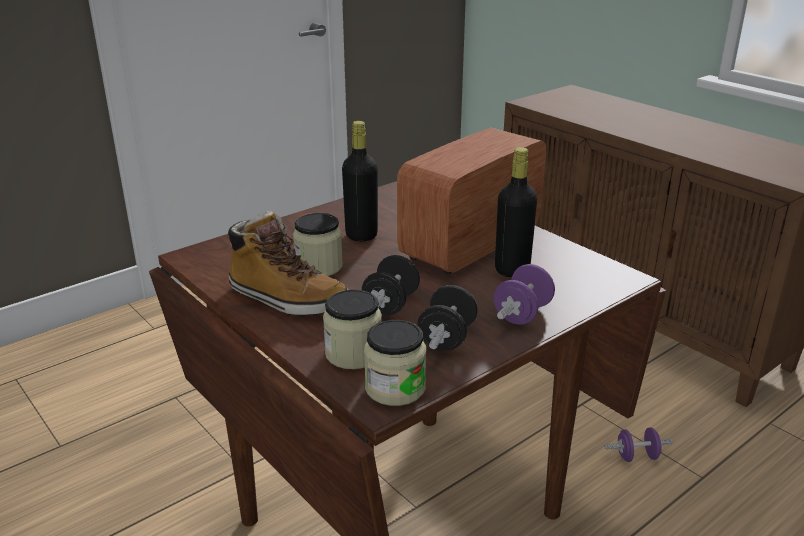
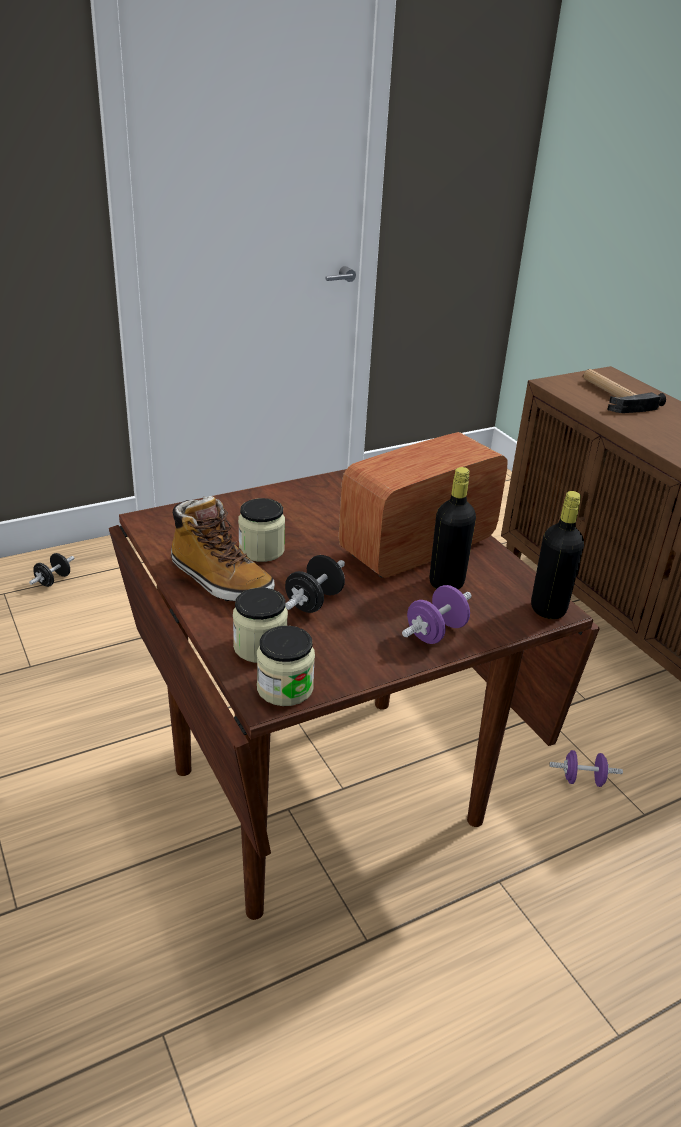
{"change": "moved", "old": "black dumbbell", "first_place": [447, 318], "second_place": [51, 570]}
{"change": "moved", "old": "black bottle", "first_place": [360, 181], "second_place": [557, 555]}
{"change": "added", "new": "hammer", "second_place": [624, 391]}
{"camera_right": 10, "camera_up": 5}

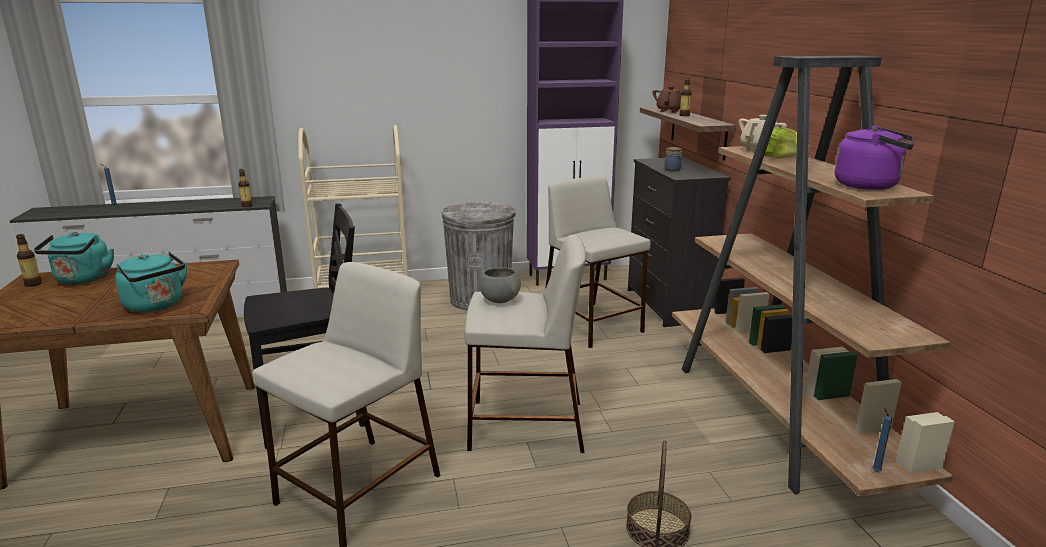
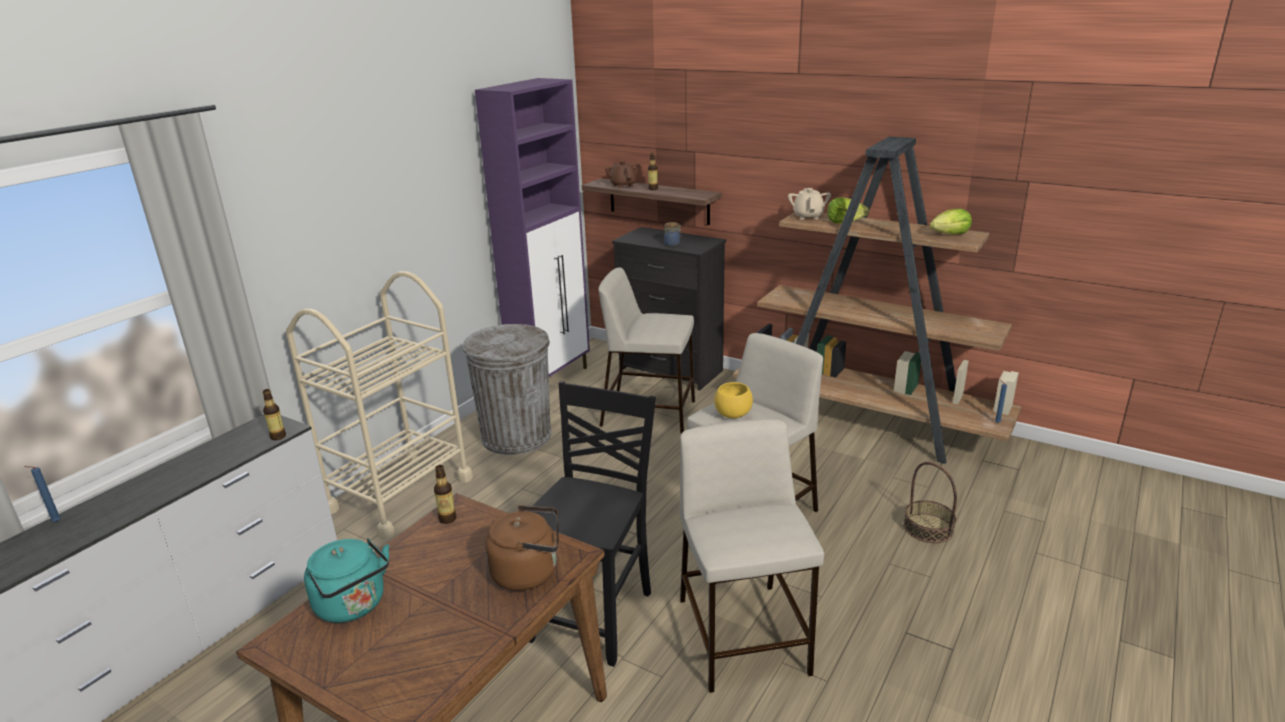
{"change": "moved", "old": "bottle", "first_place": [29, 260], "second_place": [445, 494]}
{"change": "recoloured", "old": "turquoise kettle", "new": "brown kettle", "first_place": [151, 281], "second_place": [522, 548]}
{"change": "recoloured", "old": "grey bowl", "new": "yellow bowl", "first_place": [500, 285], "second_place": [733, 400]}
{"change": "replaced", "old": "purple kettle", "new": "lettuce", "first_place": [874, 158], "second_place": [951, 221]}
{"camera_right": -45, "camera_up": 5}

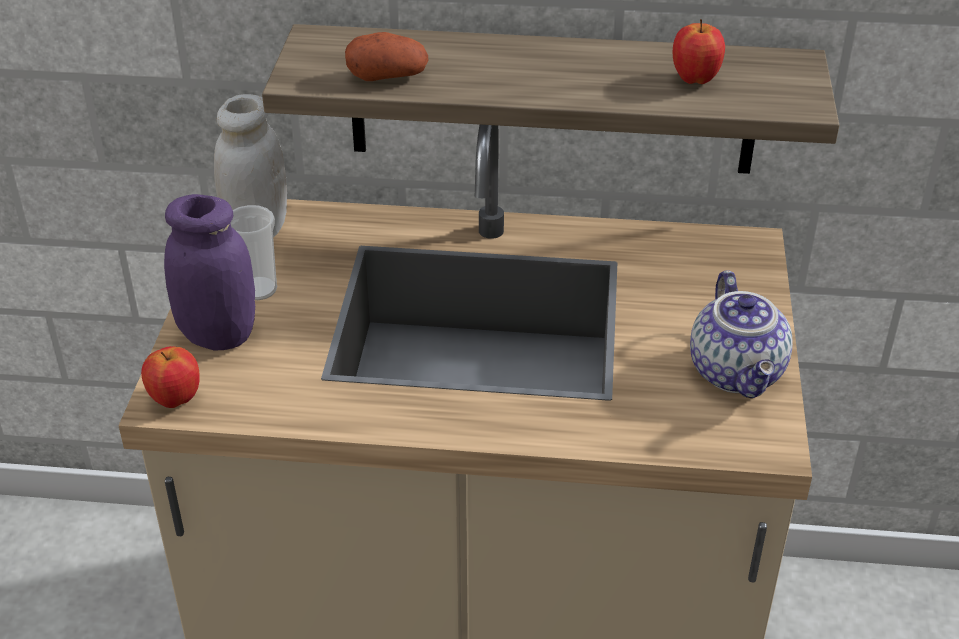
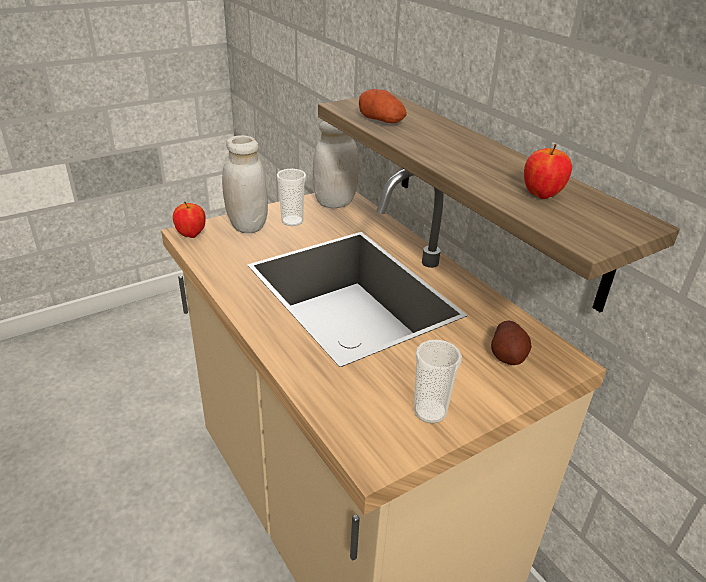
{"change": "recoloured", "old": "purple jar", "new": "white jar", "first_place": [209, 272], "second_place": [245, 184]}
{"change": "replaced", "old": "teapot", "new": "cup", "first_place": [741, 334], "second_place": [438, 381]}
{"change": "added", "new": "potato", "second_place": [511, 342]}
{"camera_right": 50, "camera_up": -5}

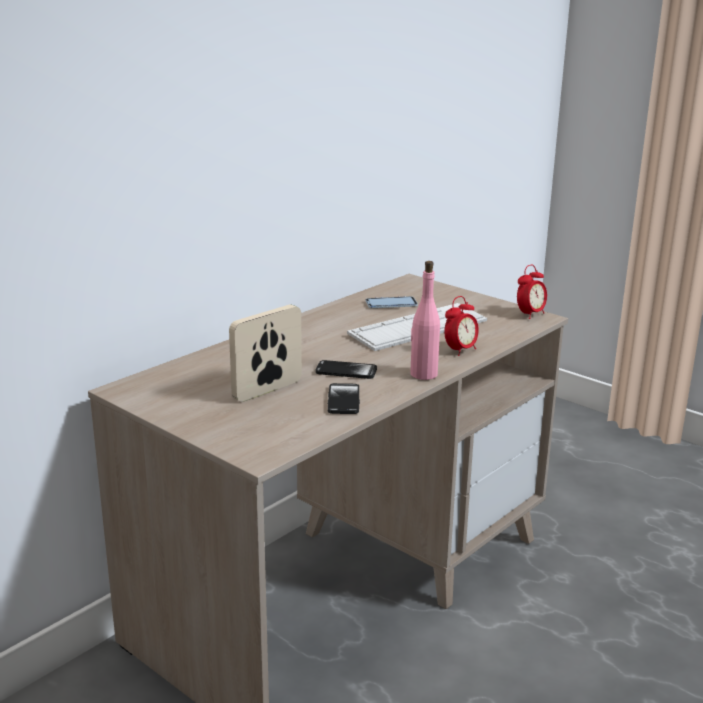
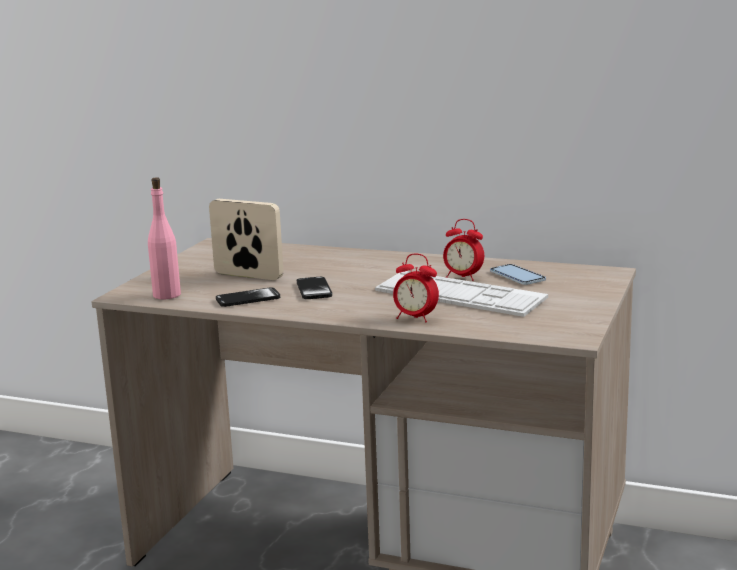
{"change": "moved", "old": "pink bottle", "first_place": [425, 320], "second_place": [164, 238]}
{"change": "moved", "old": "alarm clock", "first_place": [532, 292], "second_place": [463, 250]}
{"camera_right": 70, "camera_up": -5}

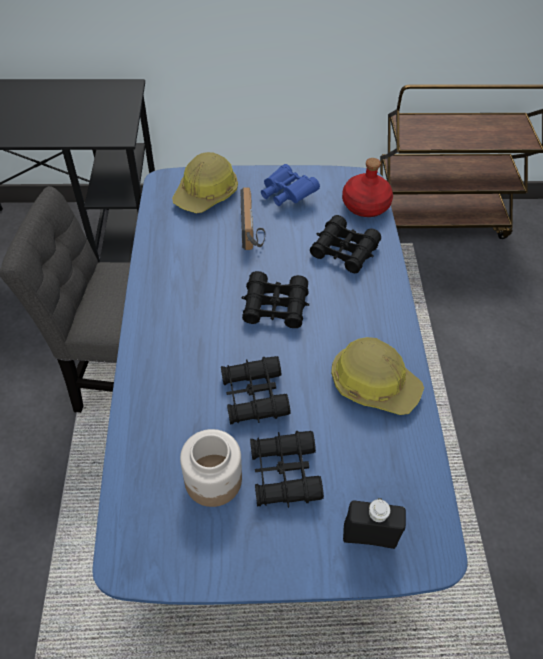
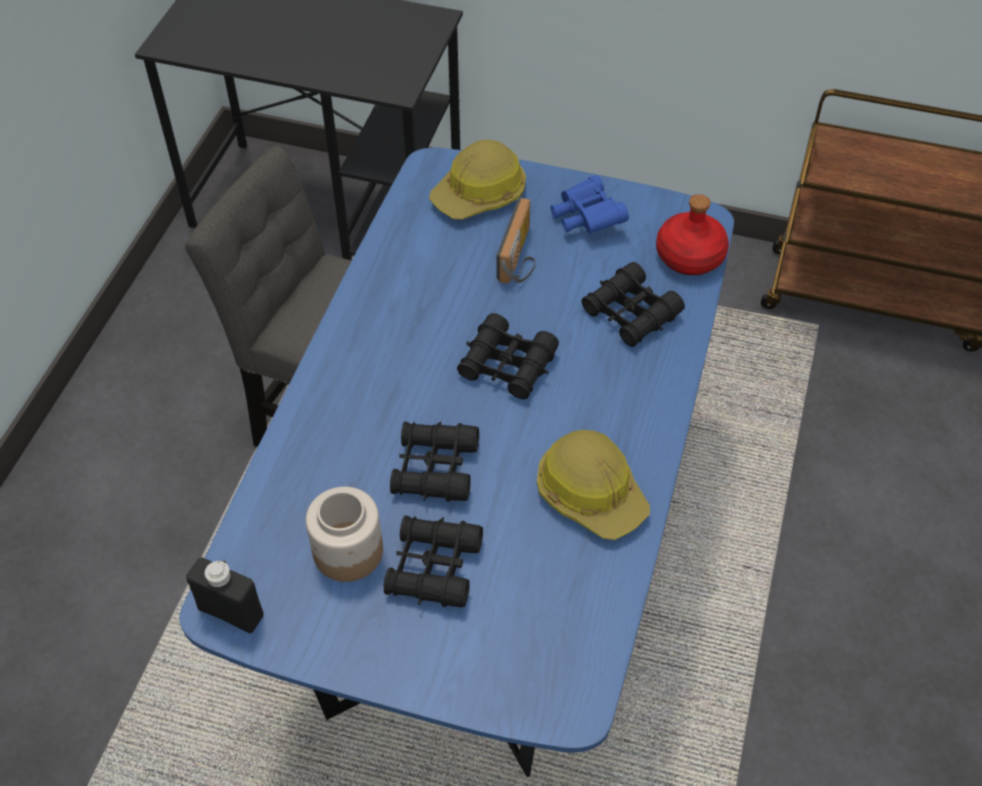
{"change": "moved", "old": "black bottle", "first_place": [374, 523], "second_place": [225, 595]}
{"camera_right": 20, "camera_up": 0}

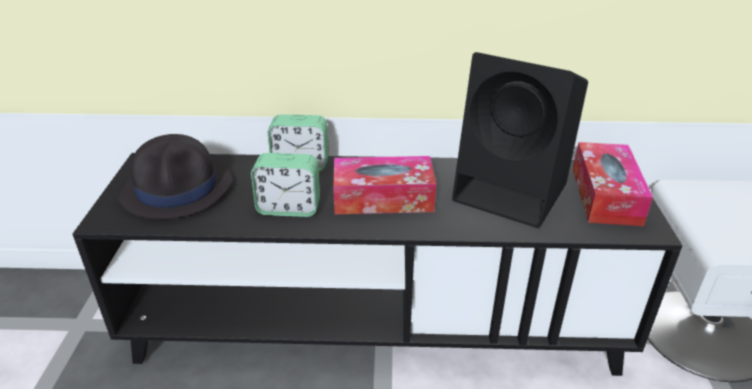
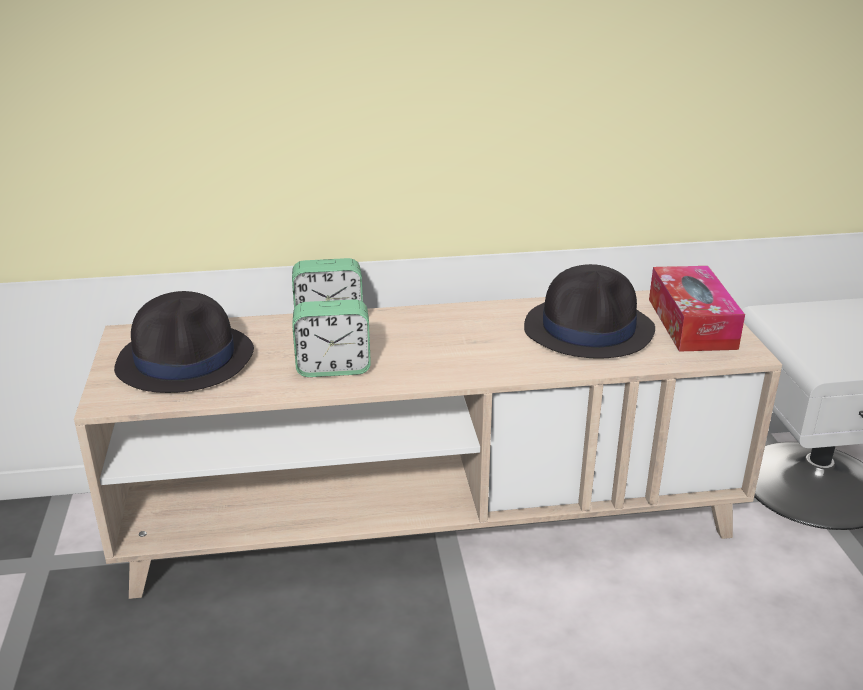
{"change": "recoloured", "old": "black tv stand", "new": "beige tv stand", "first_place": [378, 264], "second_place": [428, 444]}
{"change": "replaced", "old": "black speaker", "new": "black hat", "first_place": [520, 140], "second_place": [589, 311]}
{"change": "removed", "old": "tissue box", "first_place": [384, 185]}
{"camera_right": -10, "camera_up": -5}

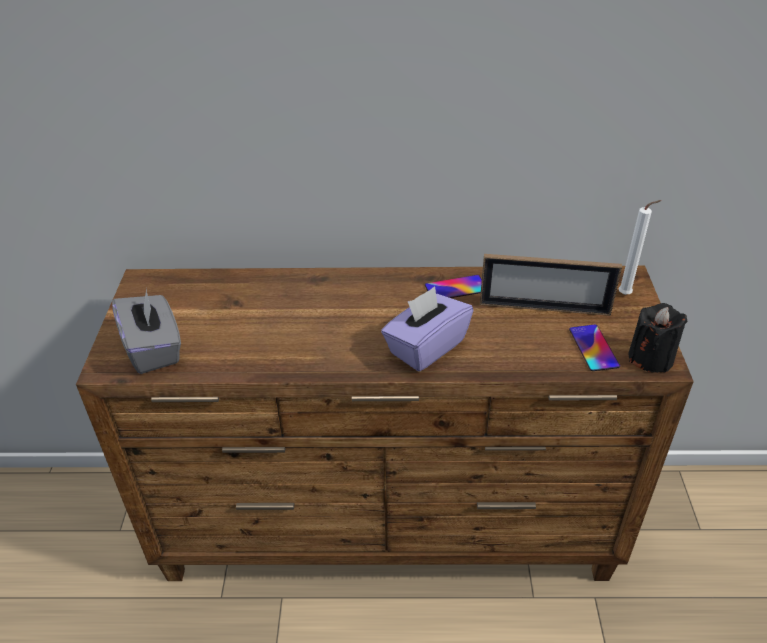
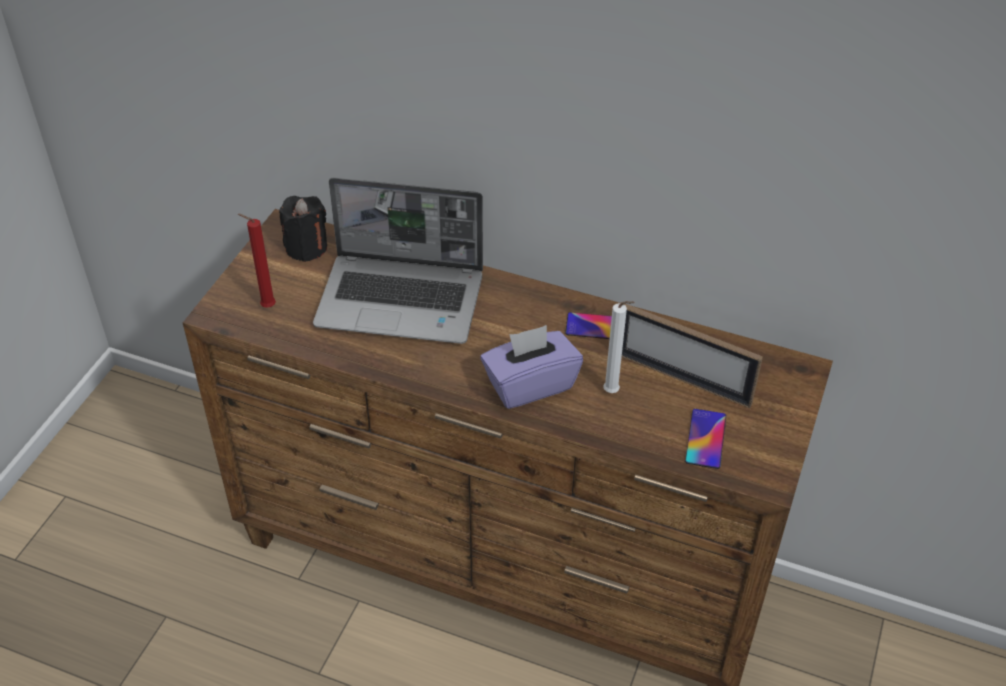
{"change": "replaced", "old": "grey tissue box", "new": "red candle", "first_place": [146, 331], "second_place": [257, 261]}
{"change": "moved", "old": "black candle", "first_place": [658, 338], "second_place": [303, 229]}
{"change": "added", "new": "laptop", "second_place": [398, 261]}
{"change": "moved", "old": "white candle", "first_place": [640, 247], "second_place": [619, 347]}
{"camera_right": 20, "camera_up": 5}

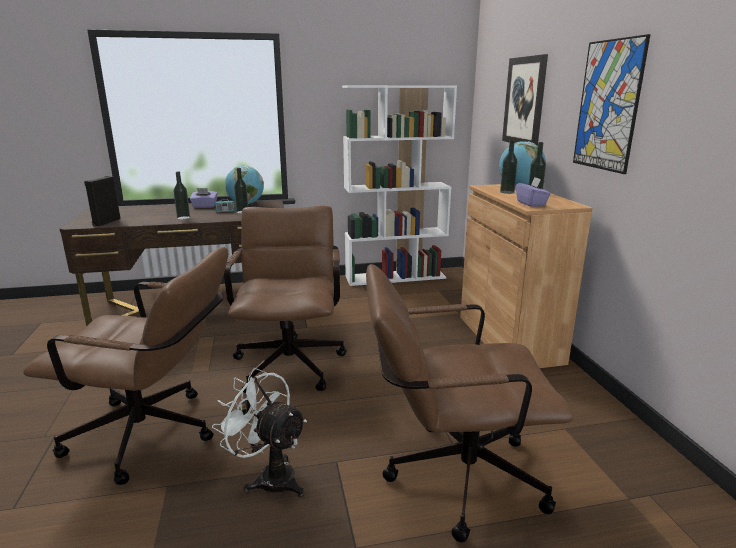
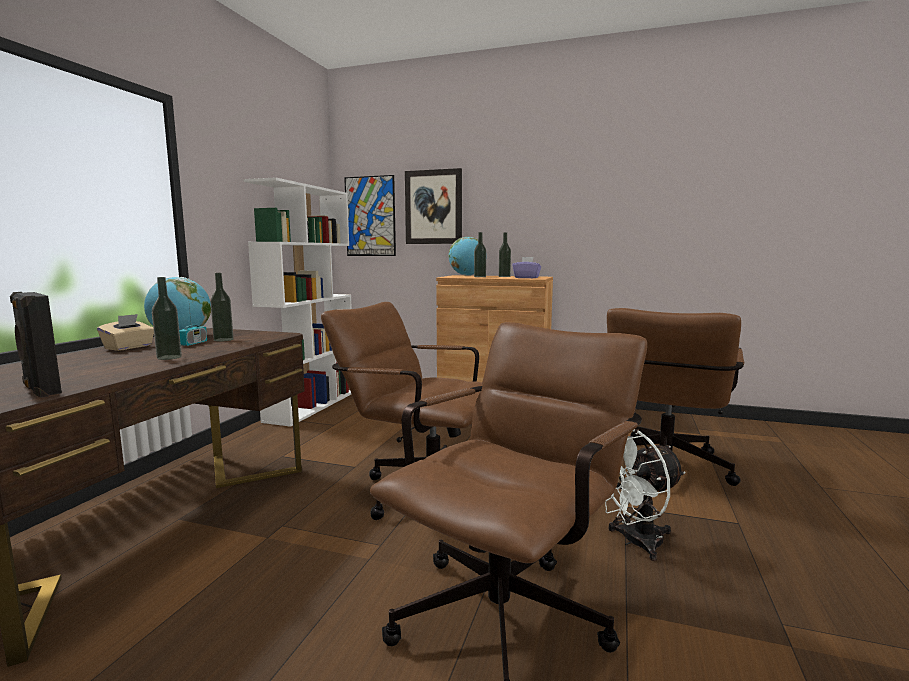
{"change": "recoloured", "old": "purple tissue box", "new": "beige tissue box", "first_place": [204, 198], "second_place": [125, 332]}
{"change": "moved", "old": "picture", "first_place": [612, 104], "second_place": [370, 215]}
{"camera_right": -60, "camera_up": -10}

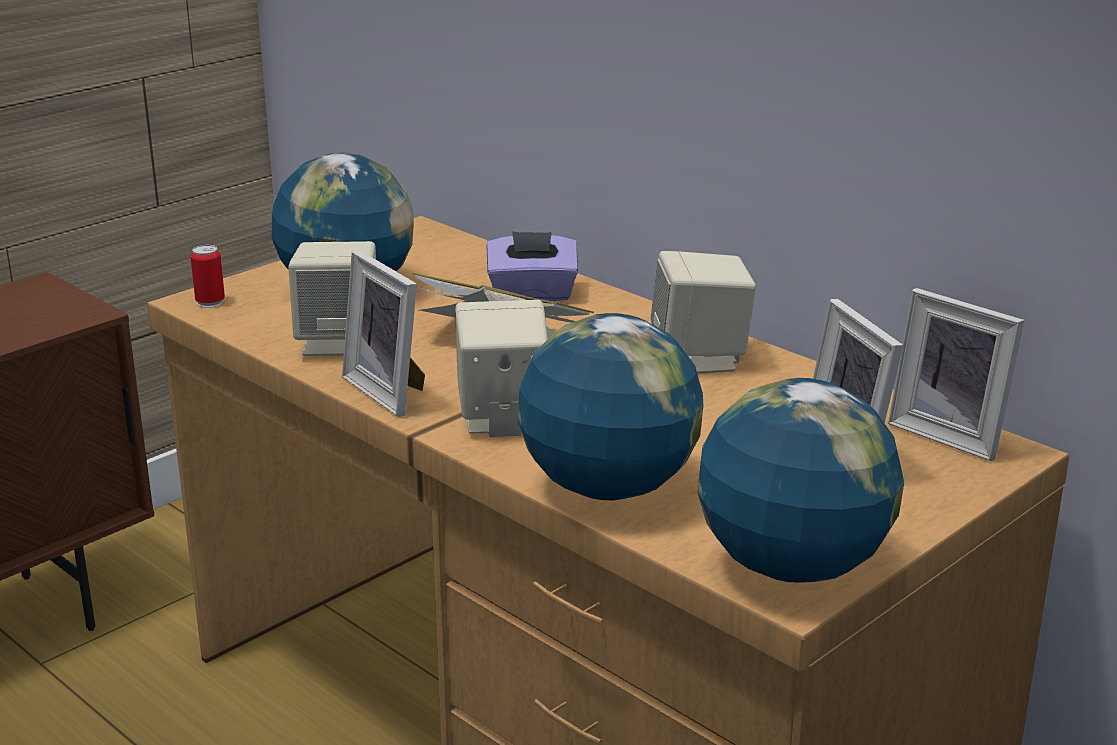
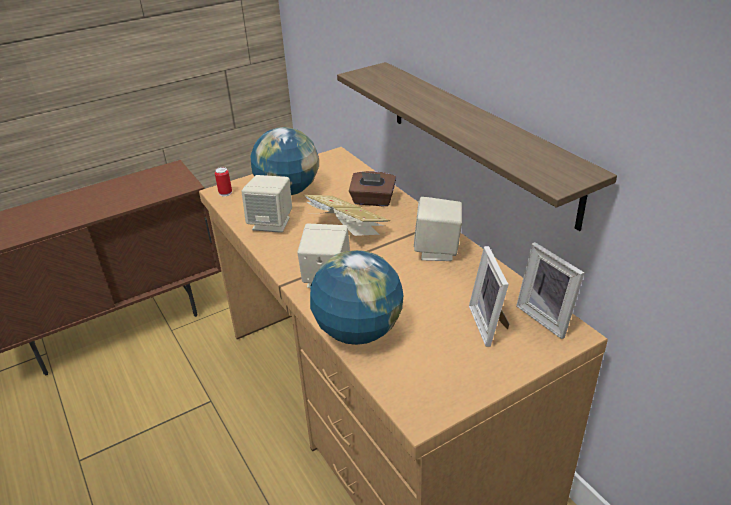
{"change": "added", "new": "shelf", "second_place": [477, 146]}
{"change": "recoloured", "old": "purple tissue box", "new": "brown tissue box", "first_place": [532, 266], "second_place": [372, 188]}
{"change": "removed", "old": "picture frame", "first_place": [383, 333]}
{"change": "removed", "old": "globe", "first_place": [801, 480]}
{"camera_right": 15, "camera_up": 10}

